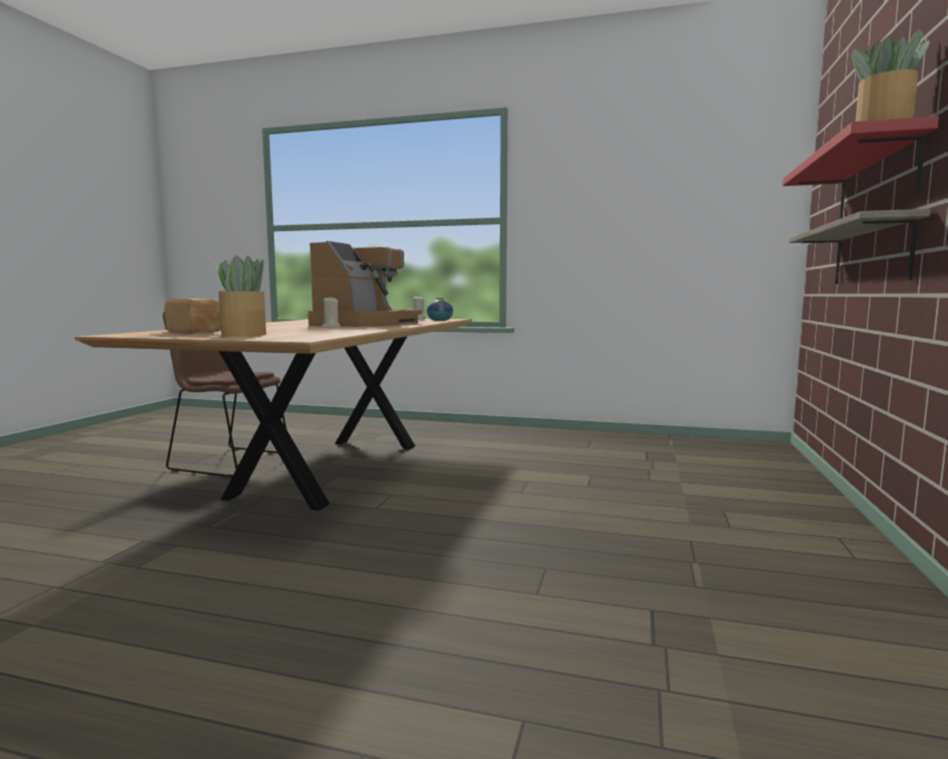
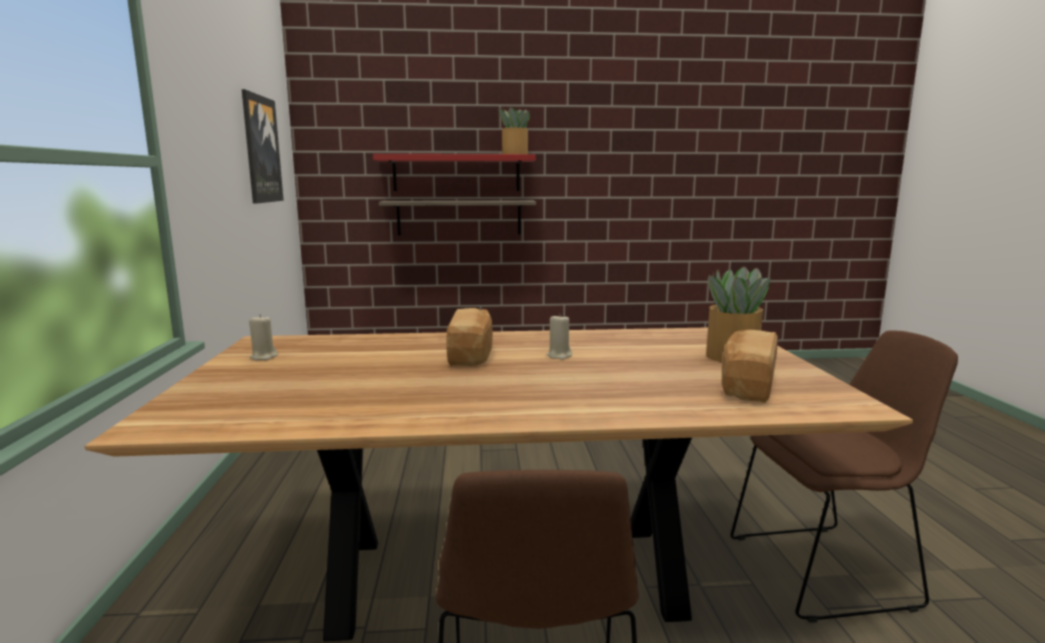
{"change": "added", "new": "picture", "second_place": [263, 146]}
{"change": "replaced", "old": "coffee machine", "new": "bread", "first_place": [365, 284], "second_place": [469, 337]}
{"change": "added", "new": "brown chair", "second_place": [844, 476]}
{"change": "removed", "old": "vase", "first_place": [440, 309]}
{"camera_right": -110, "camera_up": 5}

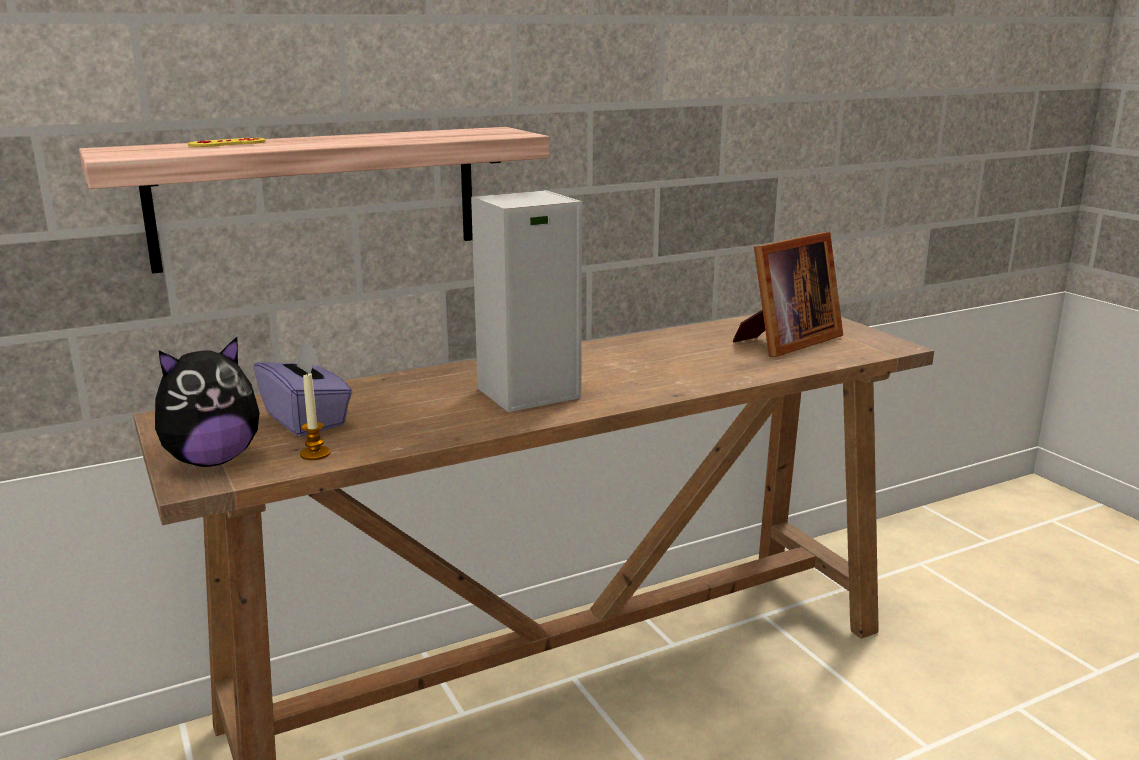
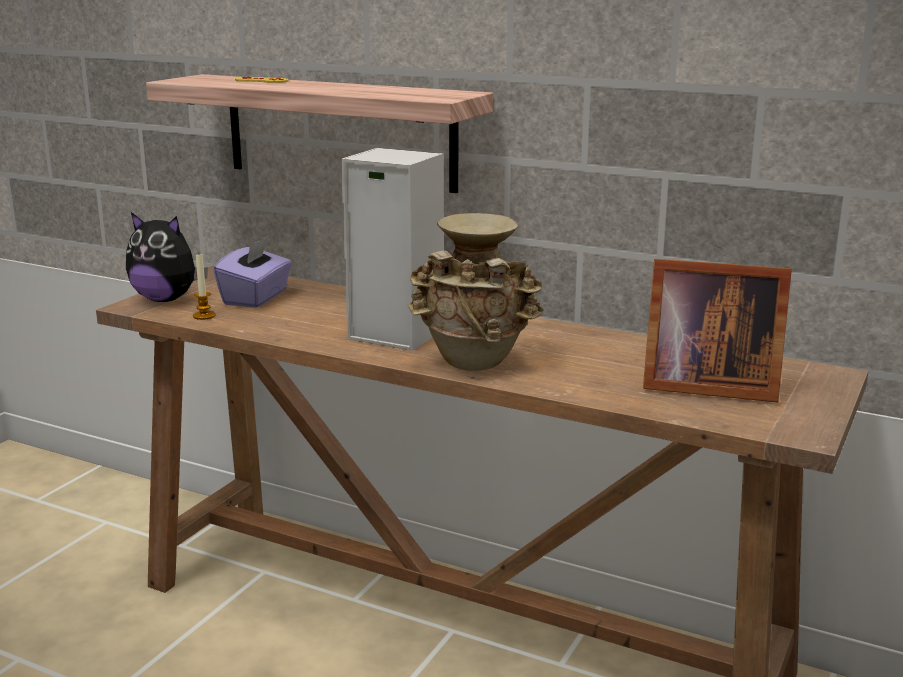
{"change": "added", "new": "beige vase", "second_place": [475, 292]}
{"camera_right": 55, "camera_up": 0}

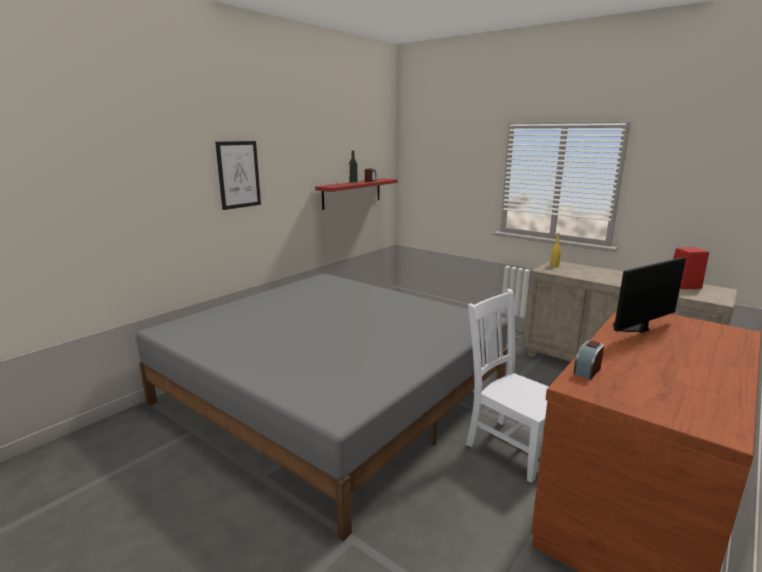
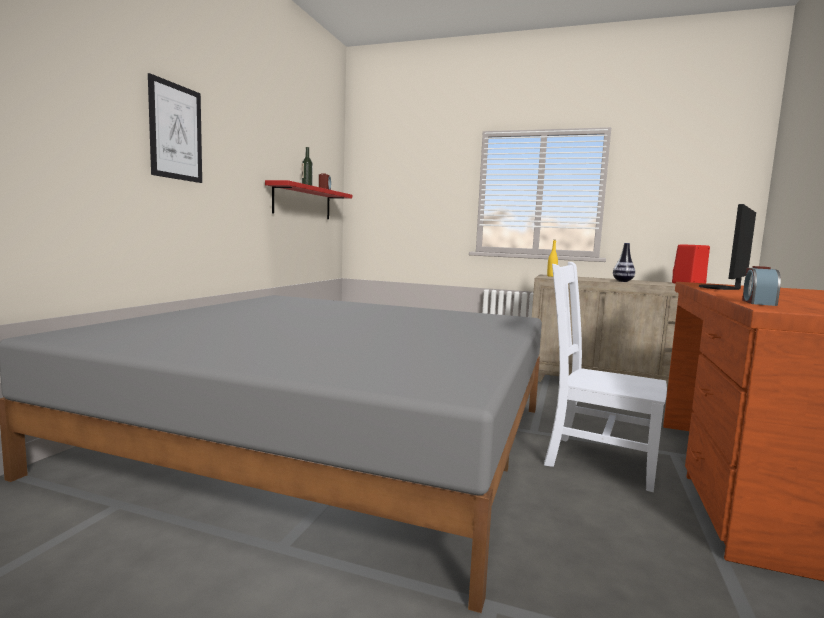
{"change": "added", "new": "vase", "second_place": [624, 262]}
{"camera_right": -20, "camera_up": -10}

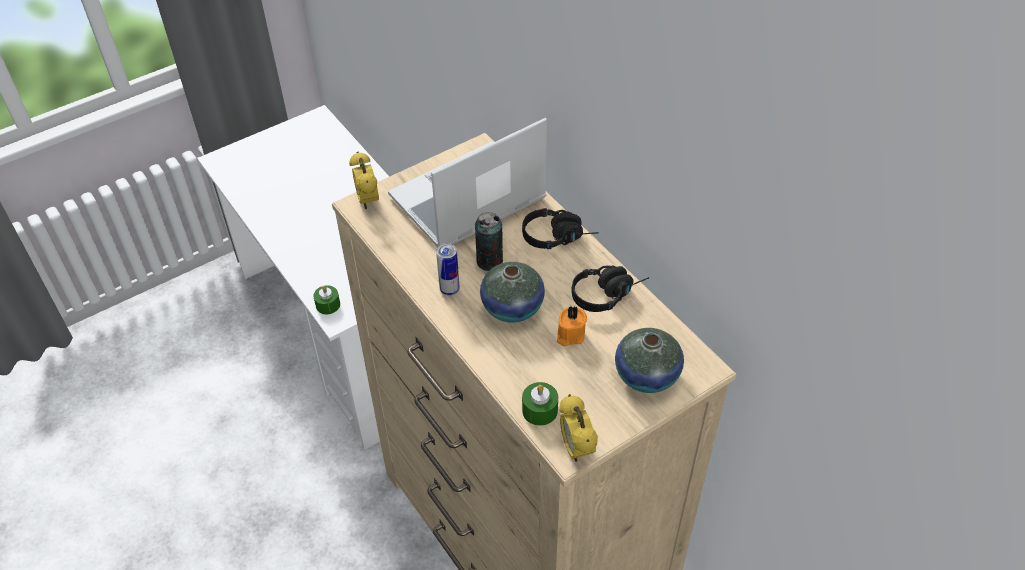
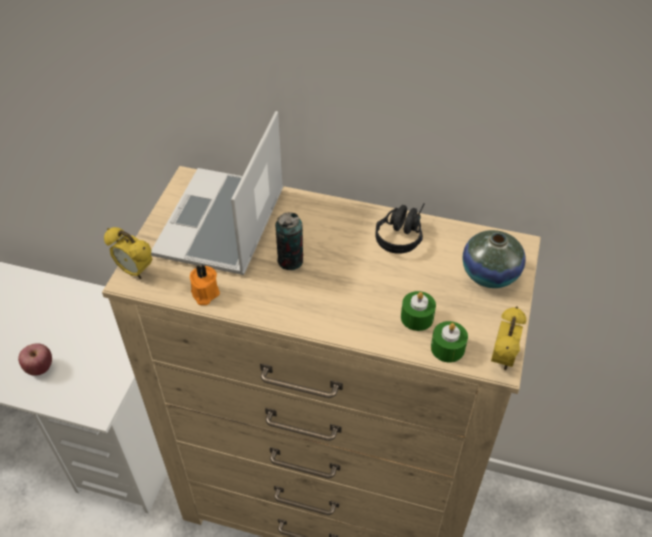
{"change": "added", "new": "apple", "second_place": [35, 359]}
{"change": "moved", "old": "orange candle", "first_place": [572, 325], "second_place": [205, 285]}
{"change": "moved", "old": "green candle", "first_place": [326, 299], "second_place": [418, 311]}
{"change": "turned", "old": "alarm clock", "first_place": [578, 428], "second_place": [508, 338], "degrees": -105}
{"change": "removed", "old": "can", "first_place": [448, 269]}
{"change": "removed", "old": "vase", "first_place": [512, 292]}
{"change": "removed", "old": "black headphones", "first_place": [560, 228]}
{"camera_right": -40, "camera_up": 0}

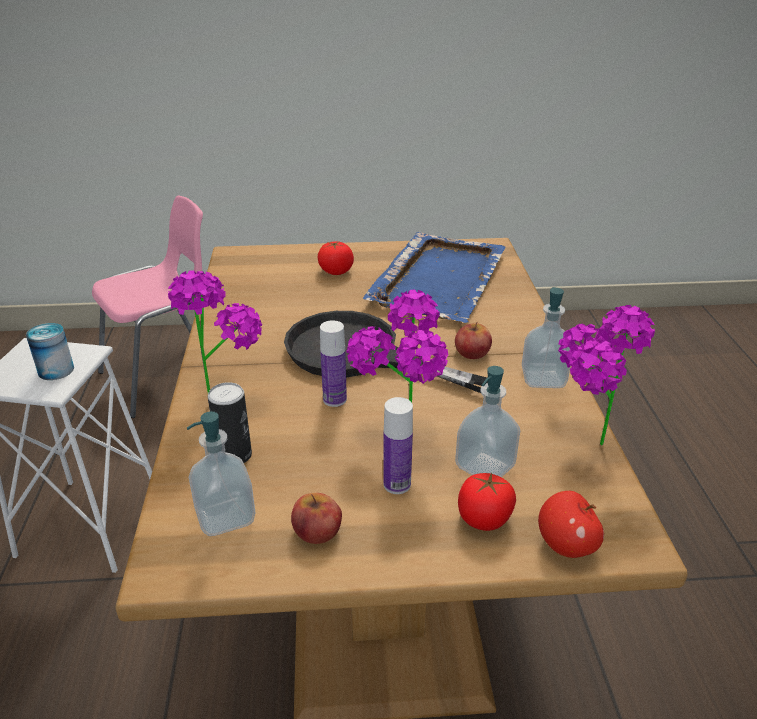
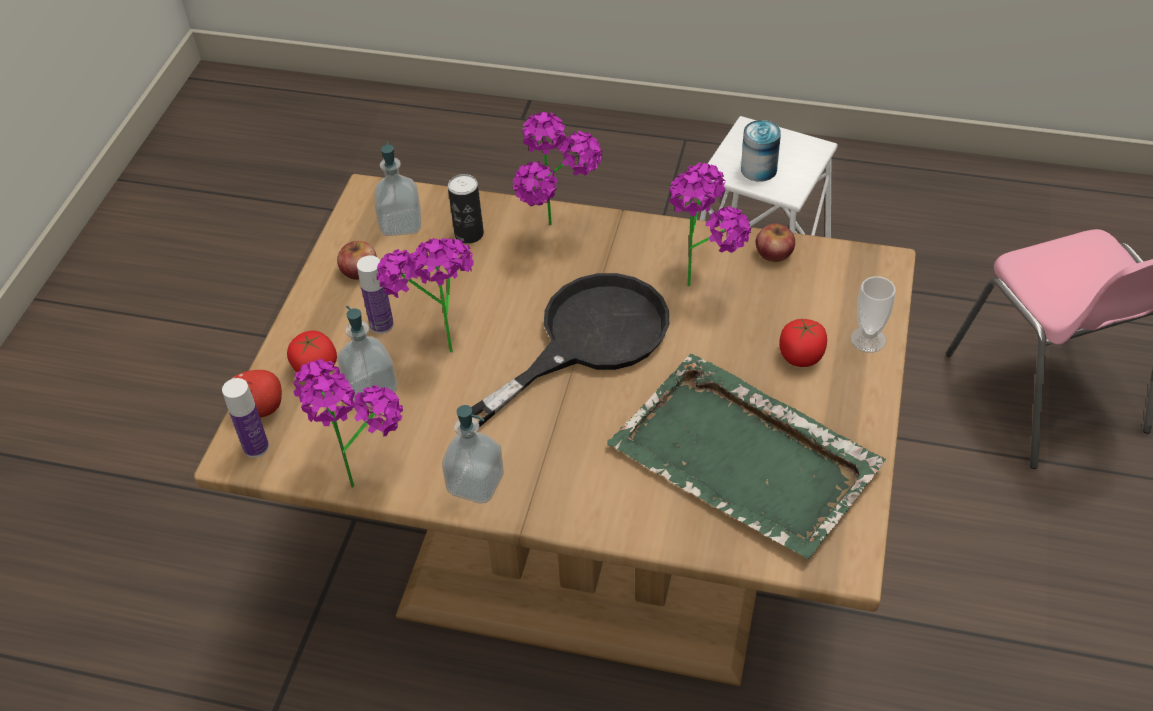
{"change": "moved", "old": "bottle", "first_place": [333, 363], "second_place": [245, 418]}
{"change": "recoloured", "old": "blue tray", "new": "green tray", "first_place": [434, 277], "second_place": [746, 456]}
{"change": "added", "new": "potted plant", "second_place": [710, 224]}
{"change": "moved", "old": "apple", "first_place": [473, 340], "second_place": [775, 243]}
{"change": "added", "new": "cup", "second_place": [873, 314]}
{"camera_right": 110, "camera_up": 15}

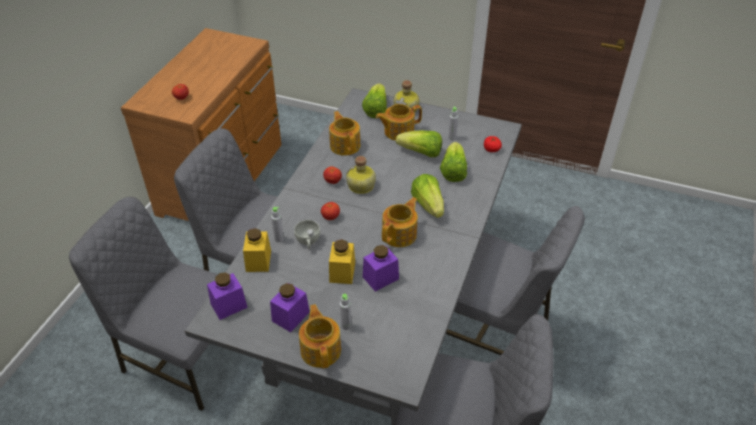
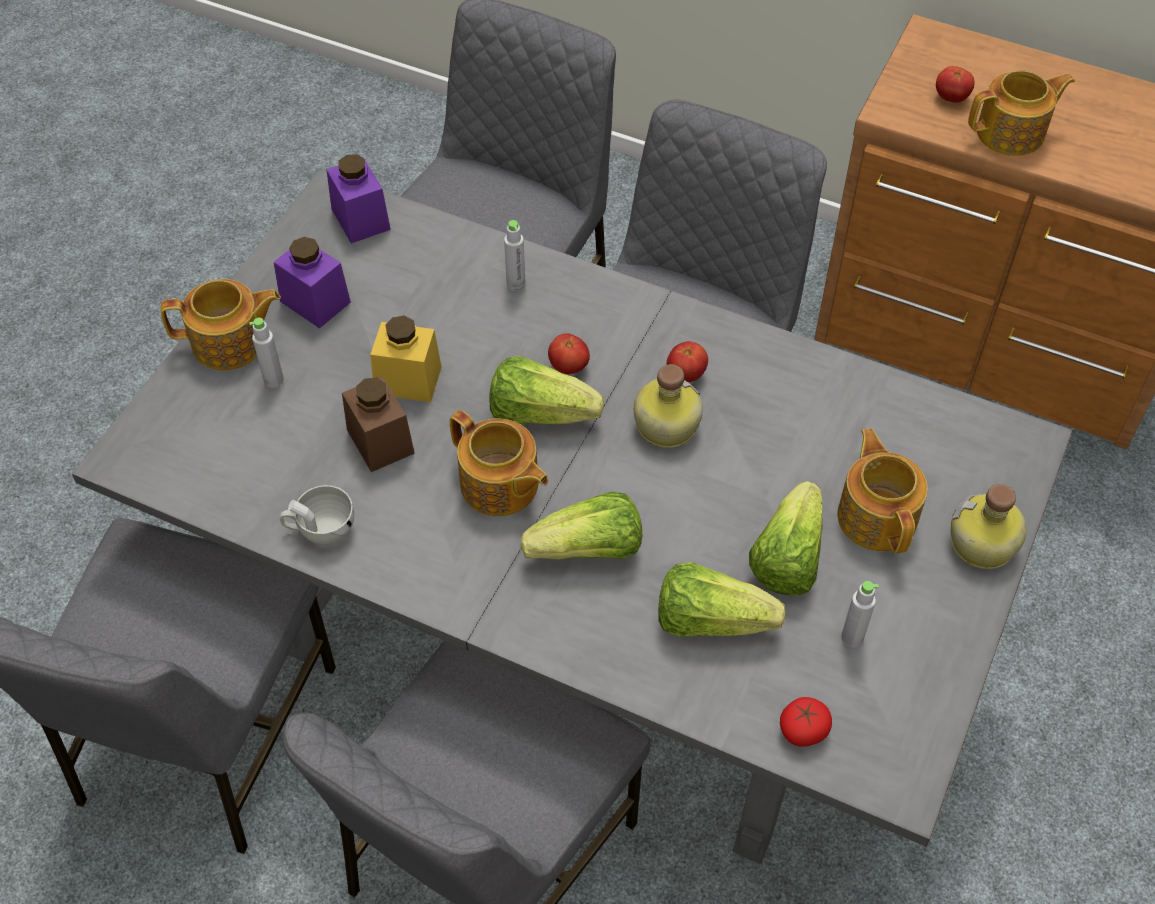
{"change": "moved", "old": "white cup", "first_place": [307, 234], "second_place": [317, 515]}
{"change": "recoloured", "old": "purple jar", "new": "brown jar", "first_place": [381, 268], "second_place": [378, 424]}
{"change": "moved", "old": "lettuce", "first_place": [374, 100], "second_place": [546, 390]}
{"change": "moved", "old": "teapot", "first_place": [344, 133], "second_place": [1021, 113]}
{"change": "removed", "old": "yellow jar", "first_place": [257, 250]}
{"camera_right": 95, "camera_up": 10}

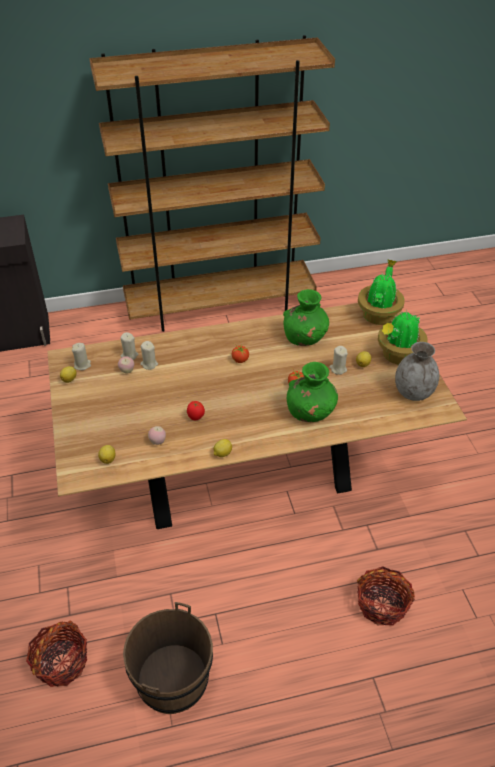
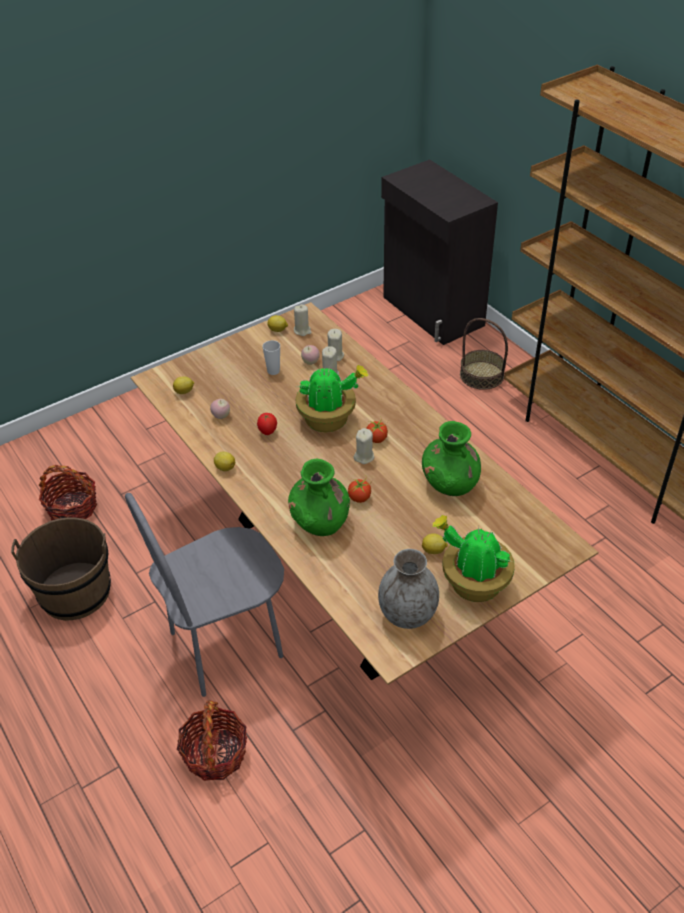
{"change": "added", "new": "grey chair", "second_place": [204, 595]}
{"change": "added", "new": "cup", "second_place": [271, 357]}
{"change": "moved", "old": "potted plant", "first_place": [381, 292], "second_place": [331, 398]}
{"change": "moved", "old": "beige candle", "first_place": [339, 360], "second_place": [363, 446]}
{"change": "added", "new": "basket", "second_place": [484, 354]}
{"camera_right": 70, "camera_up": 0}

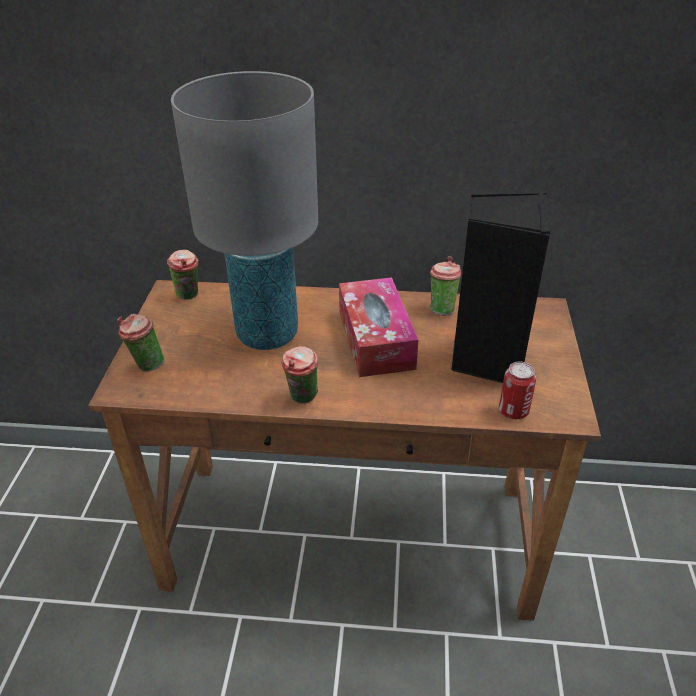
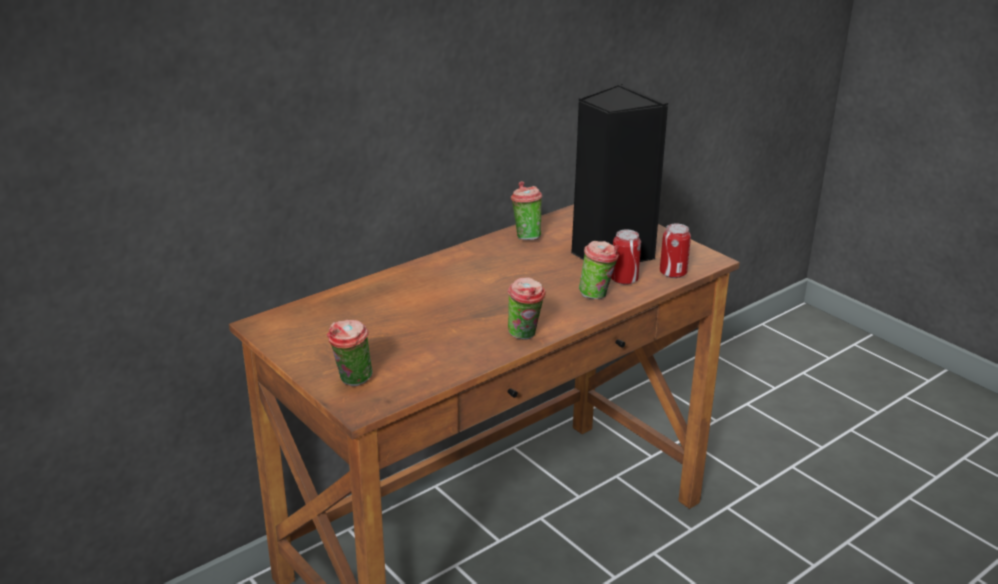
{"change": "moved", "old": "cup", "first_place": [183, 275], "second_place": [599, 270]}
{"change": "added", "new": "can", "second_place": [626, 257]}
{"change": "removed", "old": "grey table lamp", "first_place": [244, 210]}
{"change": "removed", "old": "tissue box", "first_place": [378, 327]}
{"camera_right": -45, "camera_up": -10}

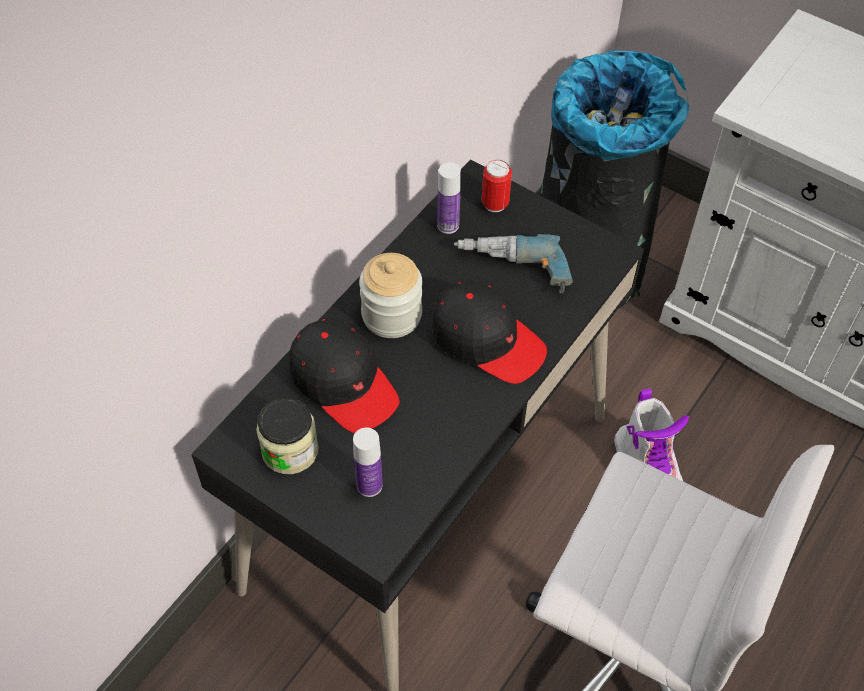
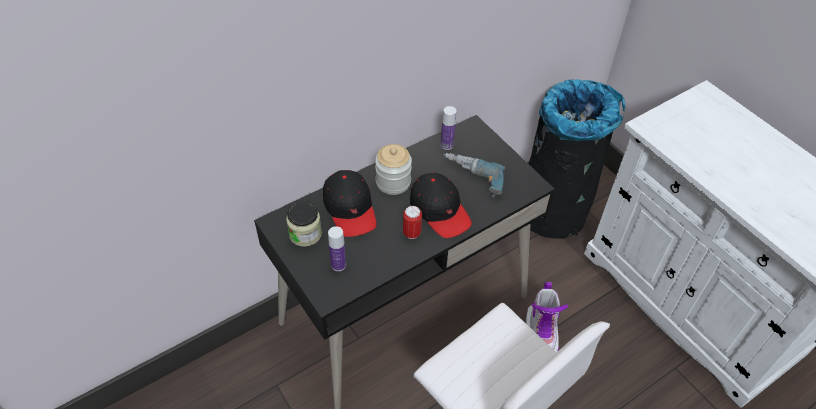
{"change": "moved", "old": "can", "first_place": [497, 186], "second_place": [412, 222]}
{"camera_right": 20, "camera_up": -5}

